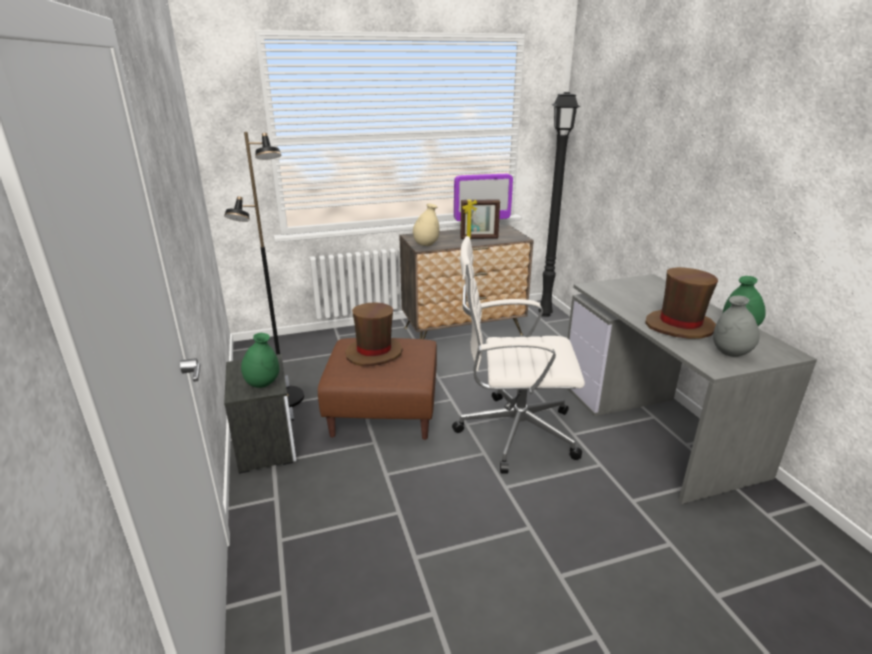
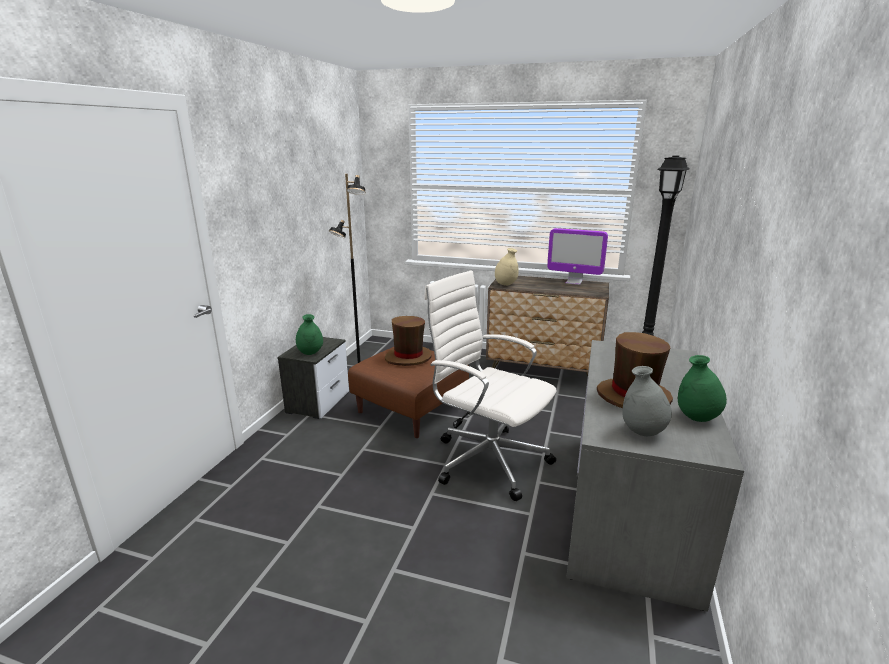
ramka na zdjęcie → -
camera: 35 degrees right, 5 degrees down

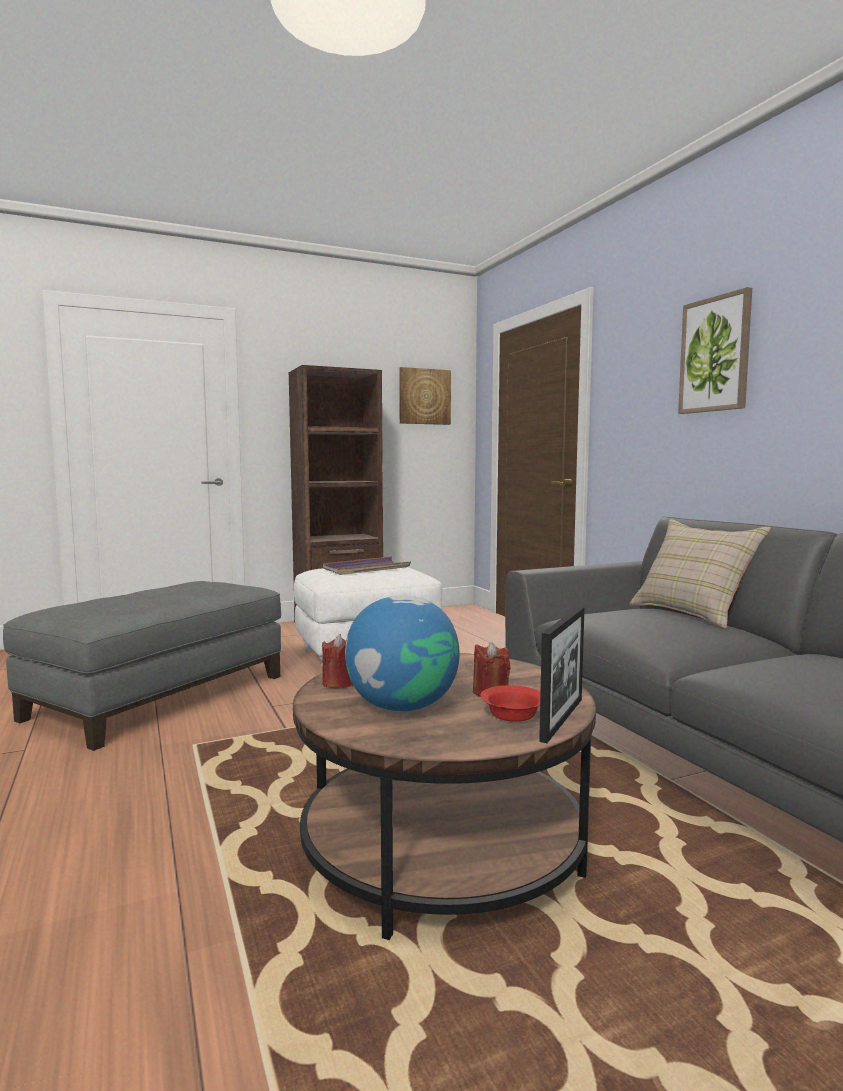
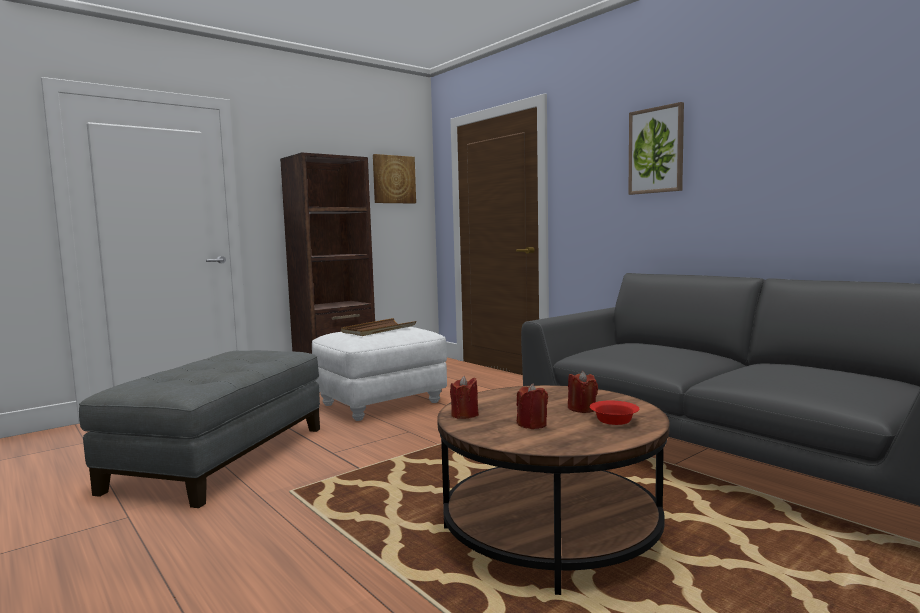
taca/fioletowy → taca/brązowy
globus → świeca/czerwony (no. 2 from left)
ramka na zdjęcie → -
poduszka/beżowy → -
camera: 15 degrees left, 0 degrees up

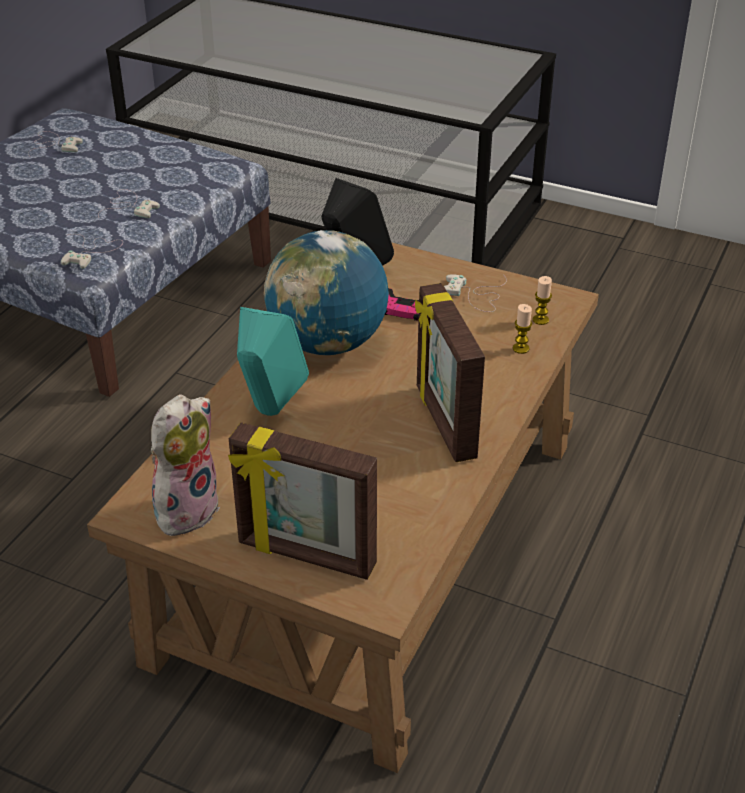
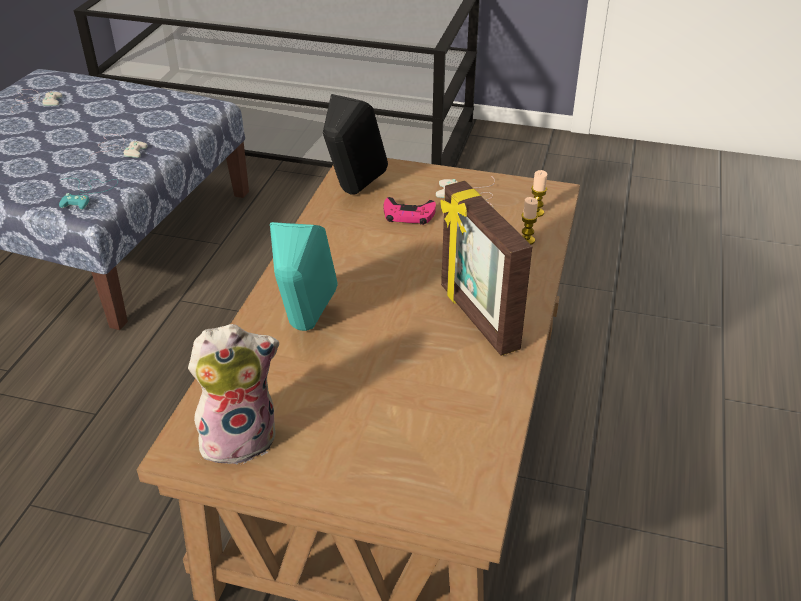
pad do gier/biały (no. 2 from left) → pad do gier/turkusowy
pluszak, 45 degrees clockwise
ramka na zdjęcie (no. 1 from left) → -
globus → -
camera: 10 degrees left, 0 degrees up

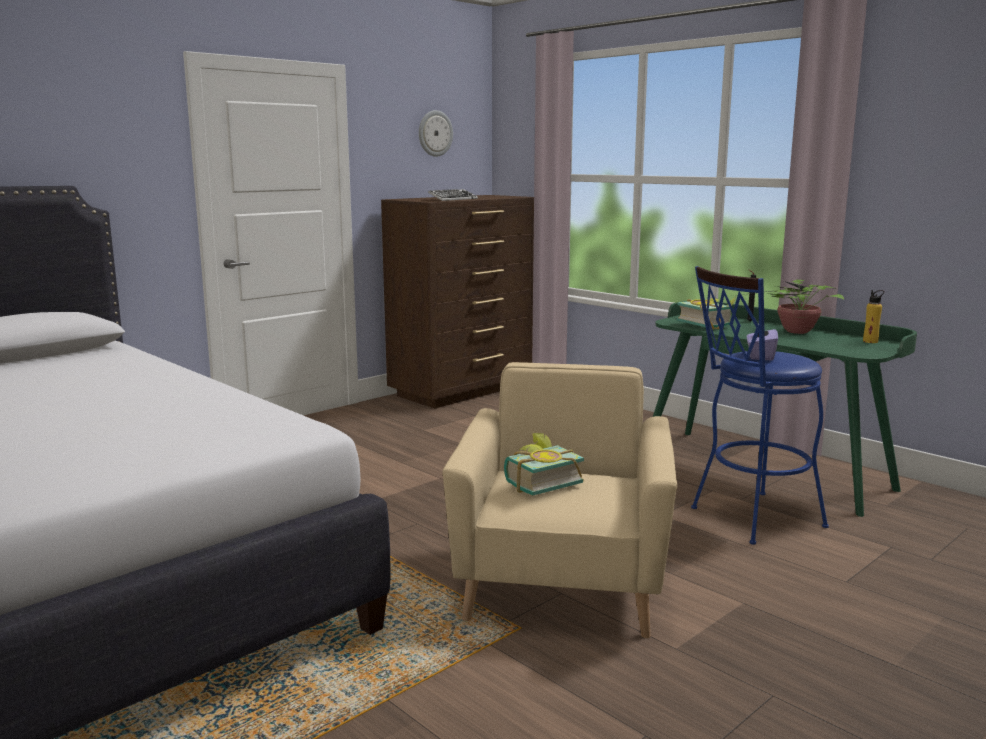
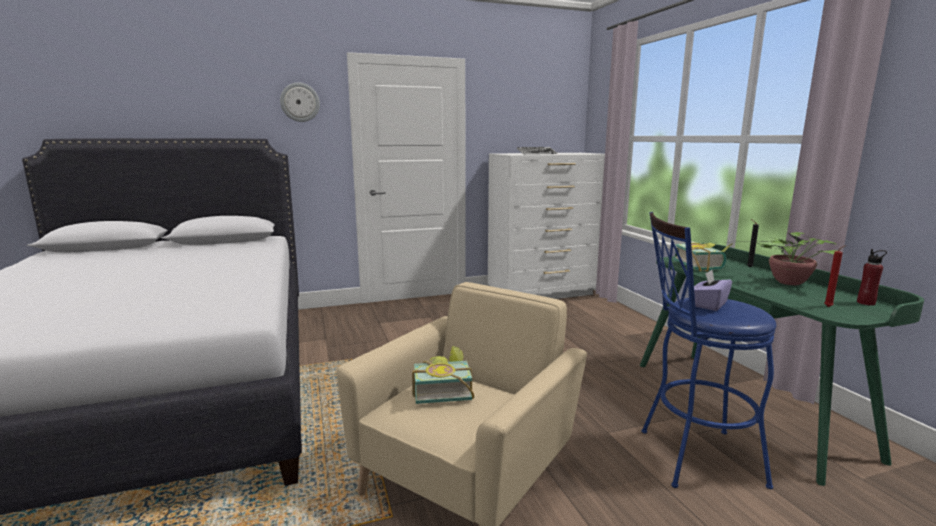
komoda/brązowy → komoda/biały
zegar ścienny, shifted
butelka/żółty → butelka/czerwony
- → świeca/czerwony
camera: 25 degrees right, 0 degrees up

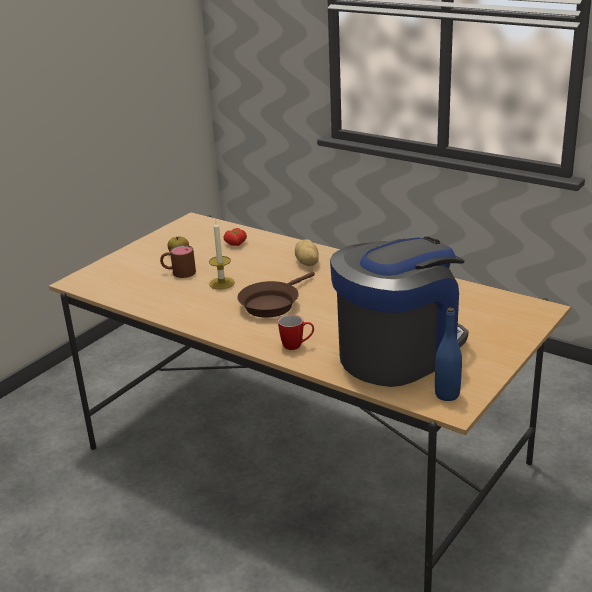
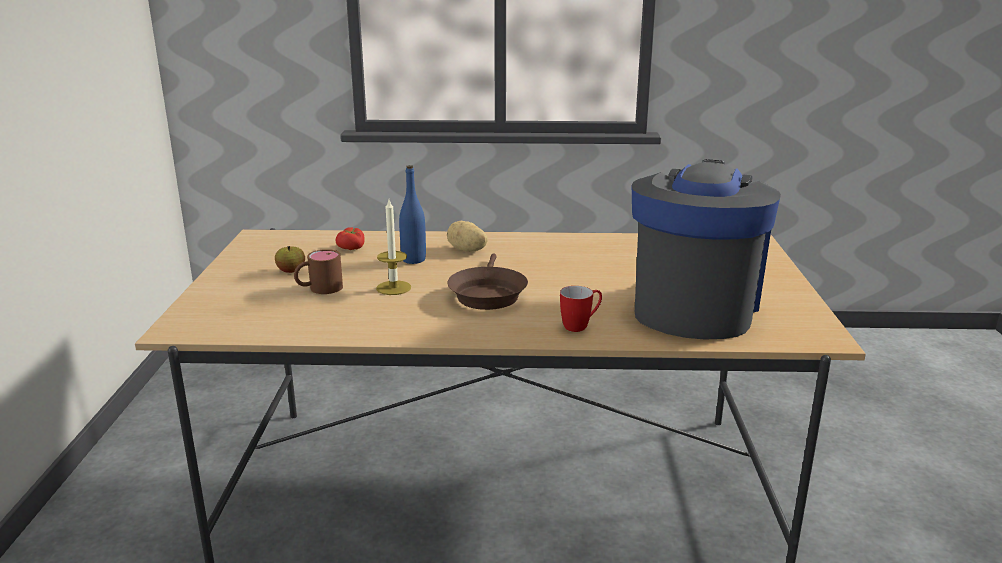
butelka/niebieski, shifted
camera: 35 degrees left, 5 degrees down

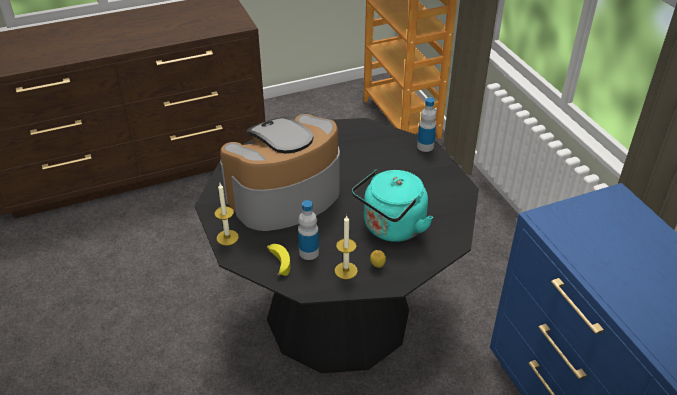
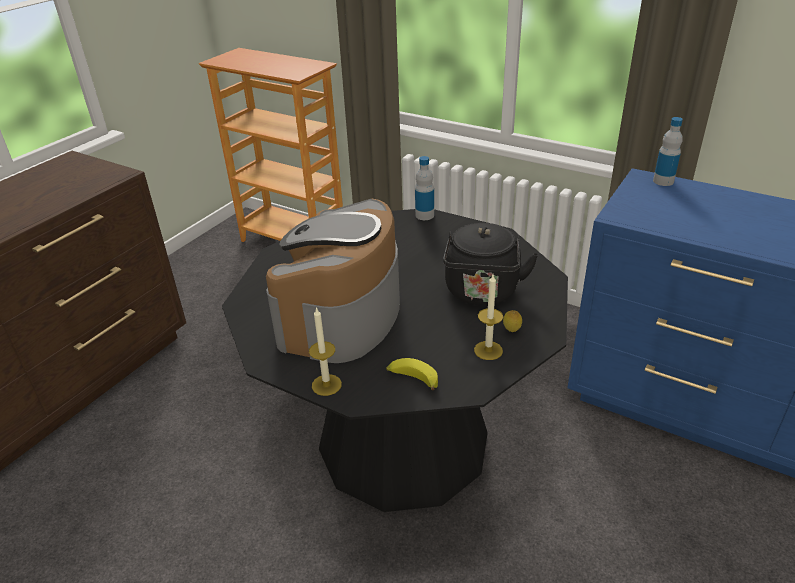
butelka (no. 1 from left in the first image) → butelka (no. 2 from left), shifted
czajnik/turkusowy → czajnik/czarny
camera: 35 degrees left, 5 degrees down

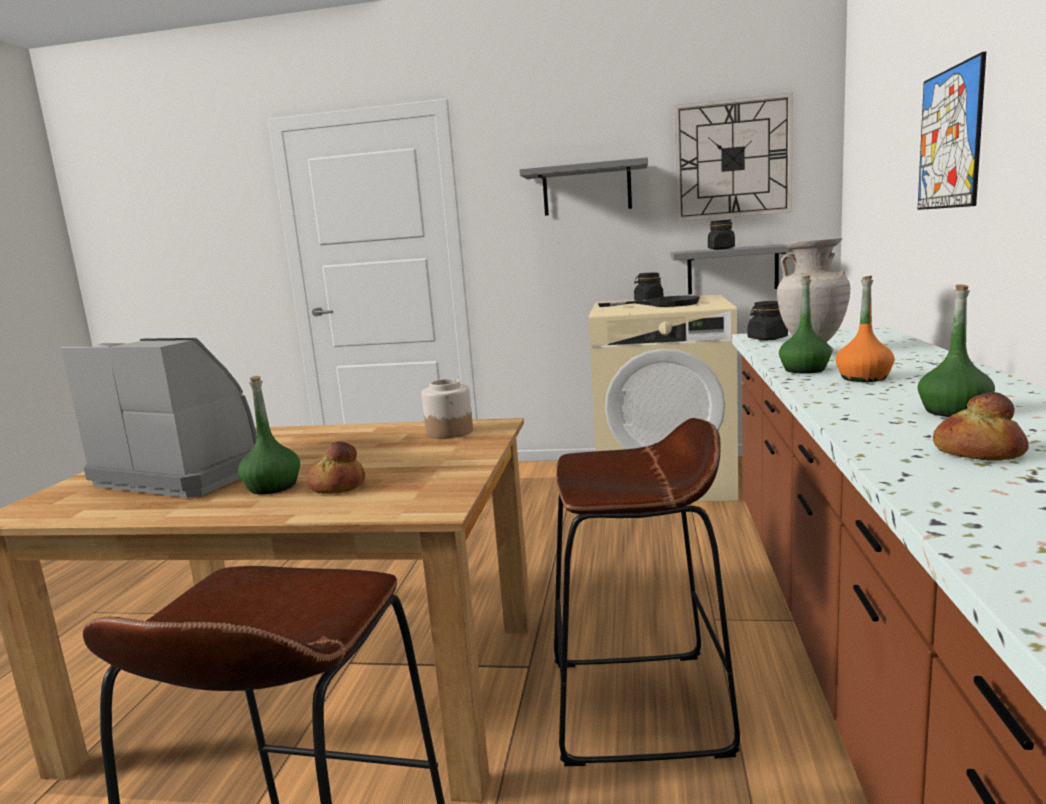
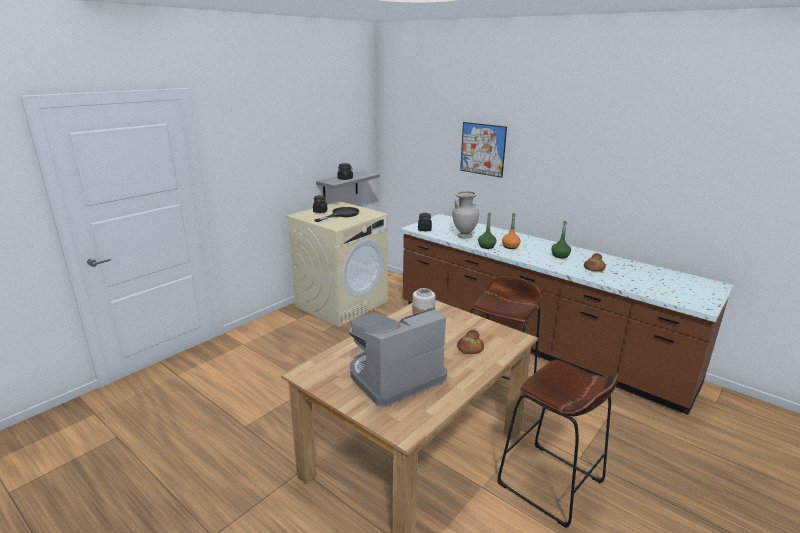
butelka/zielony (no. 1 from left) → -
półka/szary (no. 1 from left) → -
zegar ścienny → -
camera: 60 degrees left, 10 degrees up

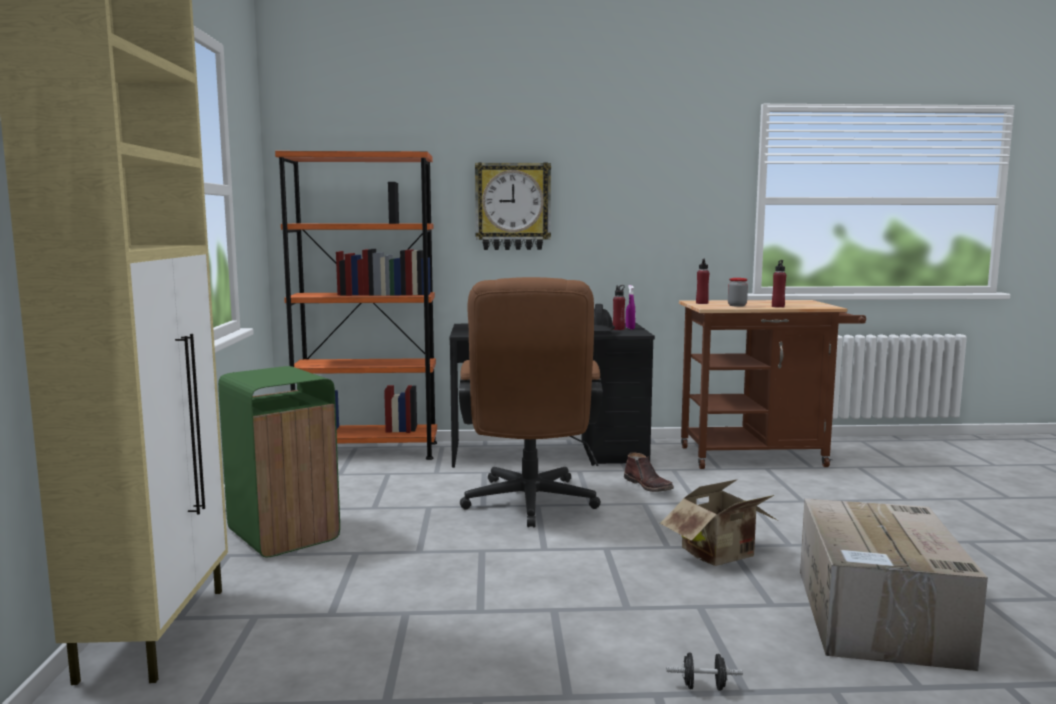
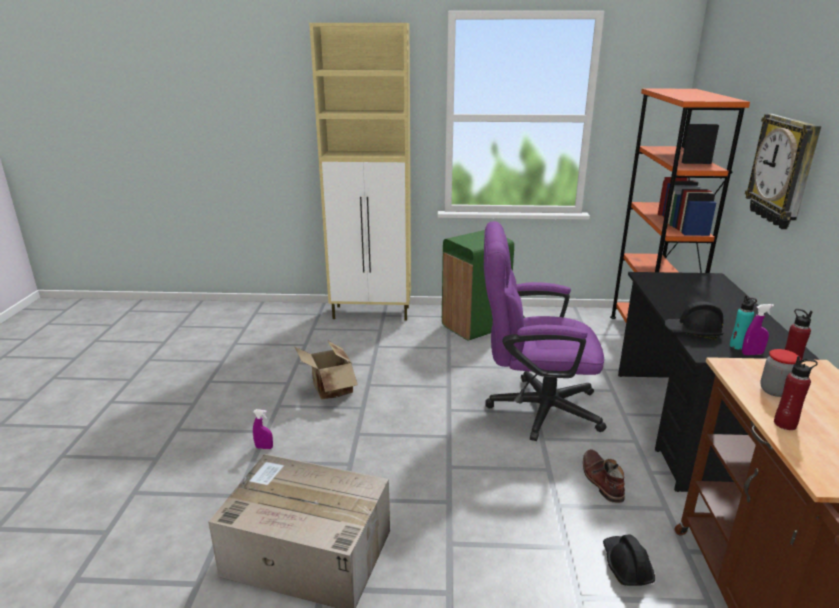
krzesło biurowe/brązowy → krzesło biurowe/fioletowy
butelka/czerwony (no. 1 from left) → butelka/turkusowy
but z cholewką/brązowy, 105 degrees clockwise
karton (no. 1 from left in the first image) → karton (no. 2 from left), shifted
hantel/czarny → spryskiwacz/fioletowy (no. 1 from left)
- → kask/czarny (no. 1 from left)
camera: 95 degrees right, 15 degrees up

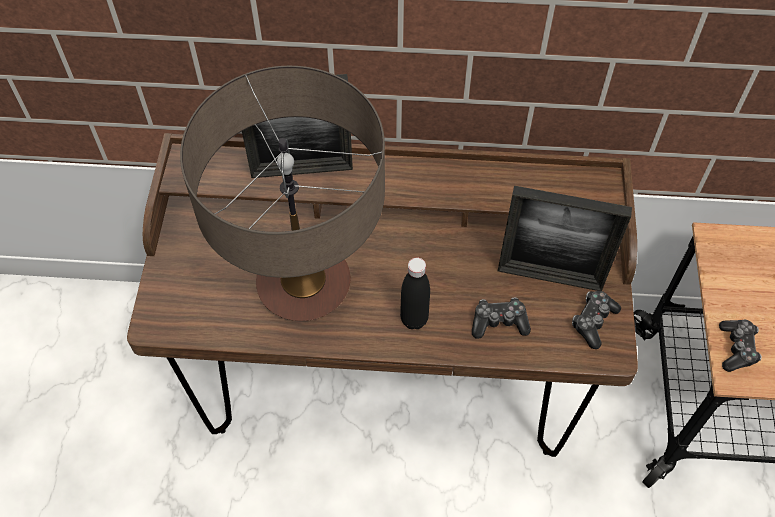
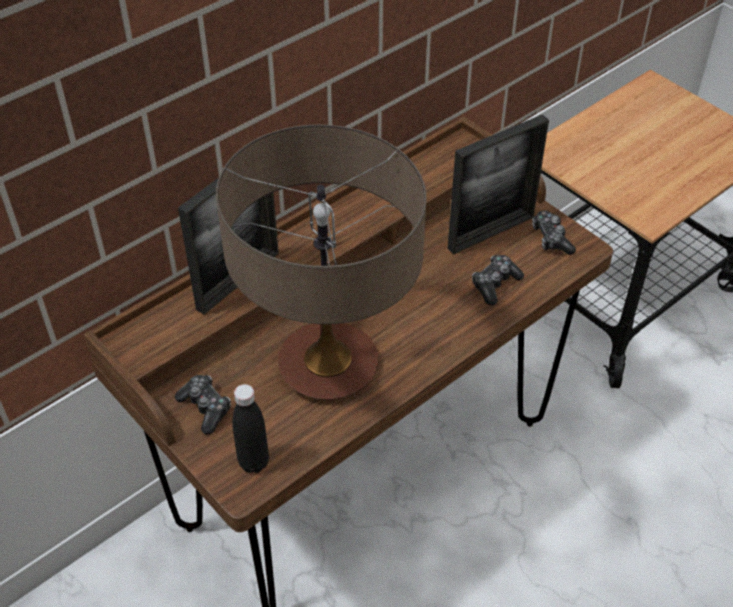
butelka/czarny, shifted
pad do gier (no. 3 from left in the first image) → pad do gier (no. 1 from left), shifted
camera: 45 degrees left, 10 degrees down

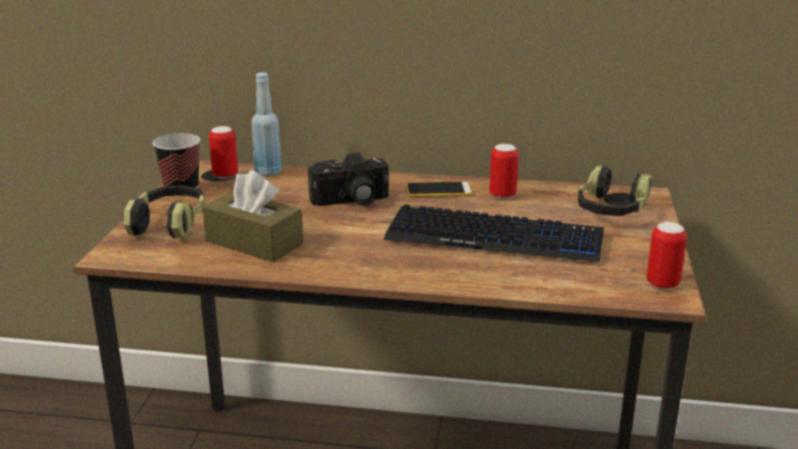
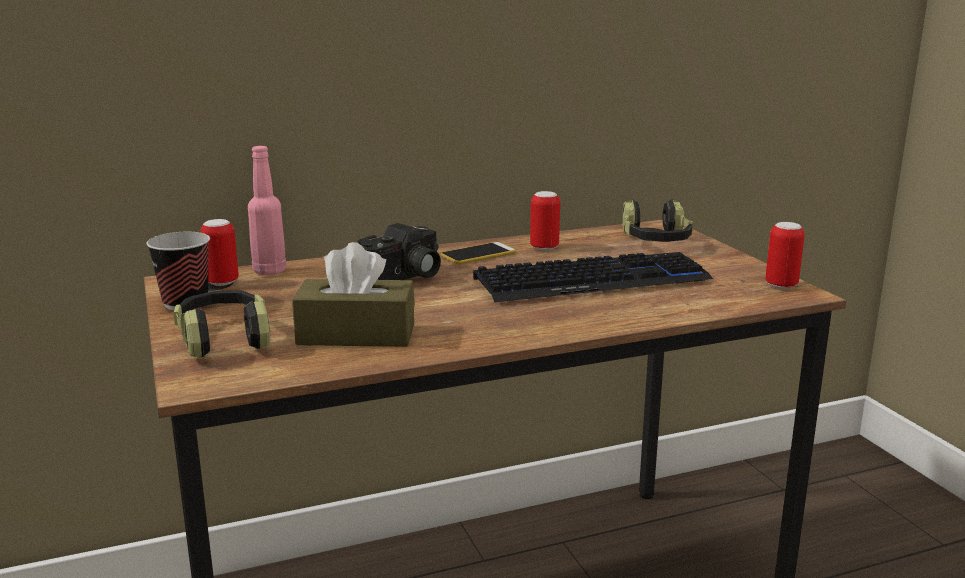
butelka/niebieski → butelka/różowy
camera: 30 degrees left, 5 degrees down

